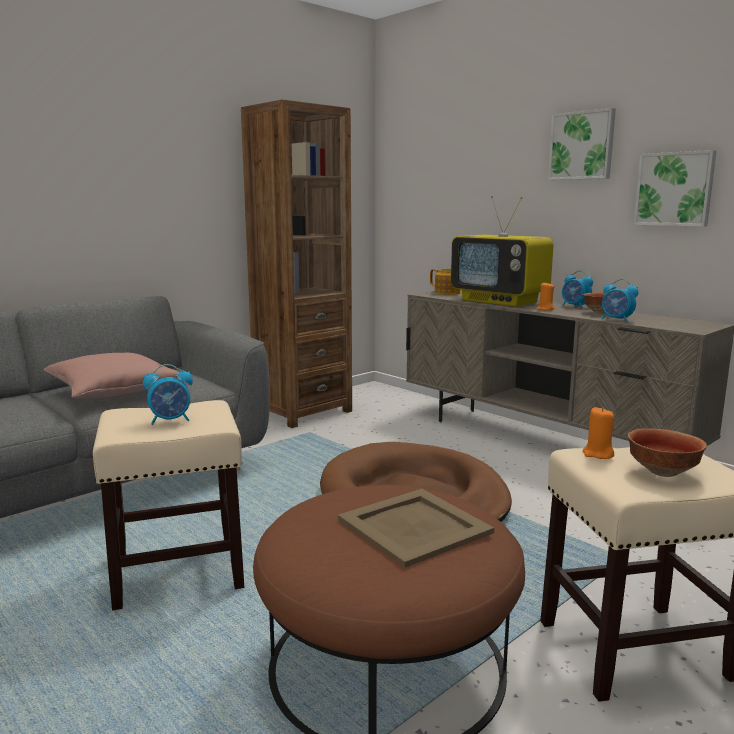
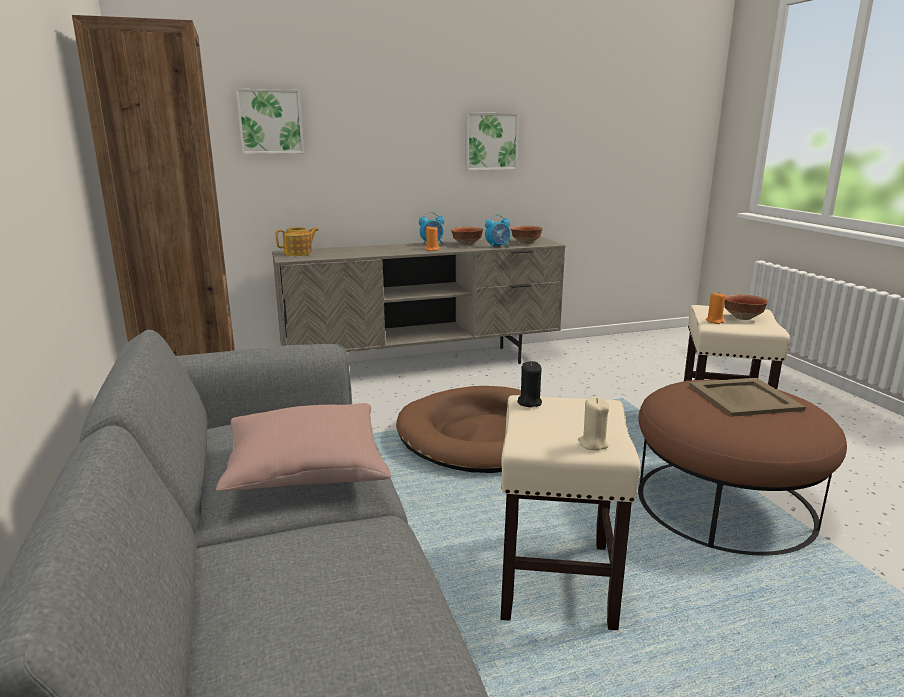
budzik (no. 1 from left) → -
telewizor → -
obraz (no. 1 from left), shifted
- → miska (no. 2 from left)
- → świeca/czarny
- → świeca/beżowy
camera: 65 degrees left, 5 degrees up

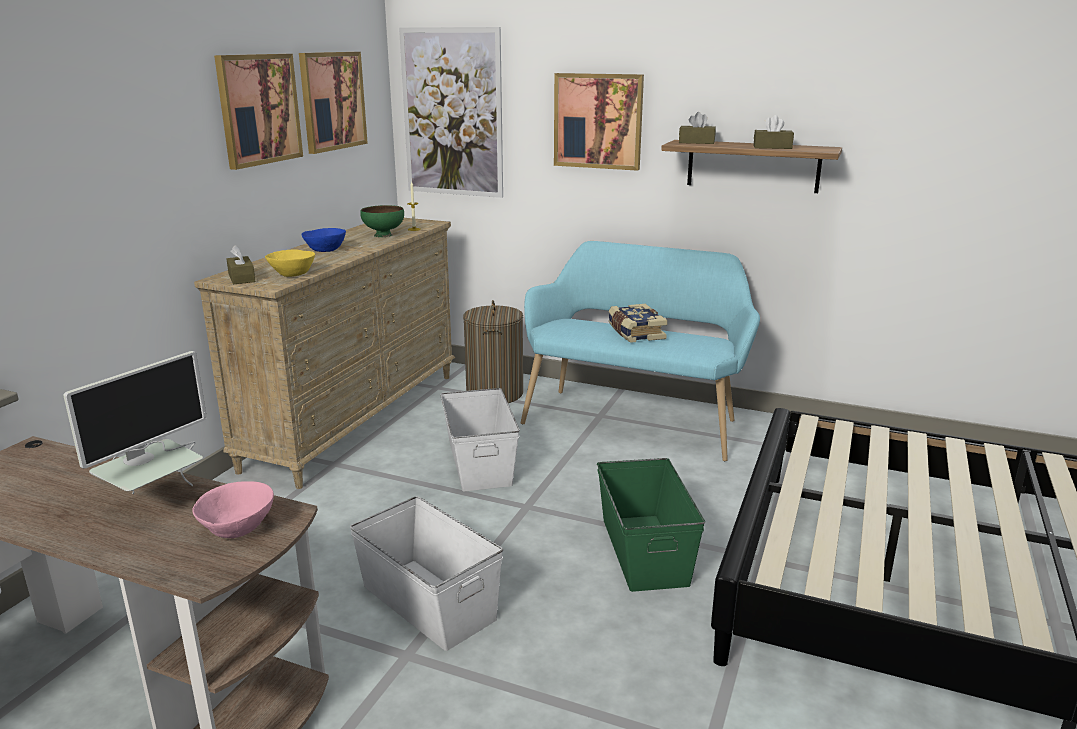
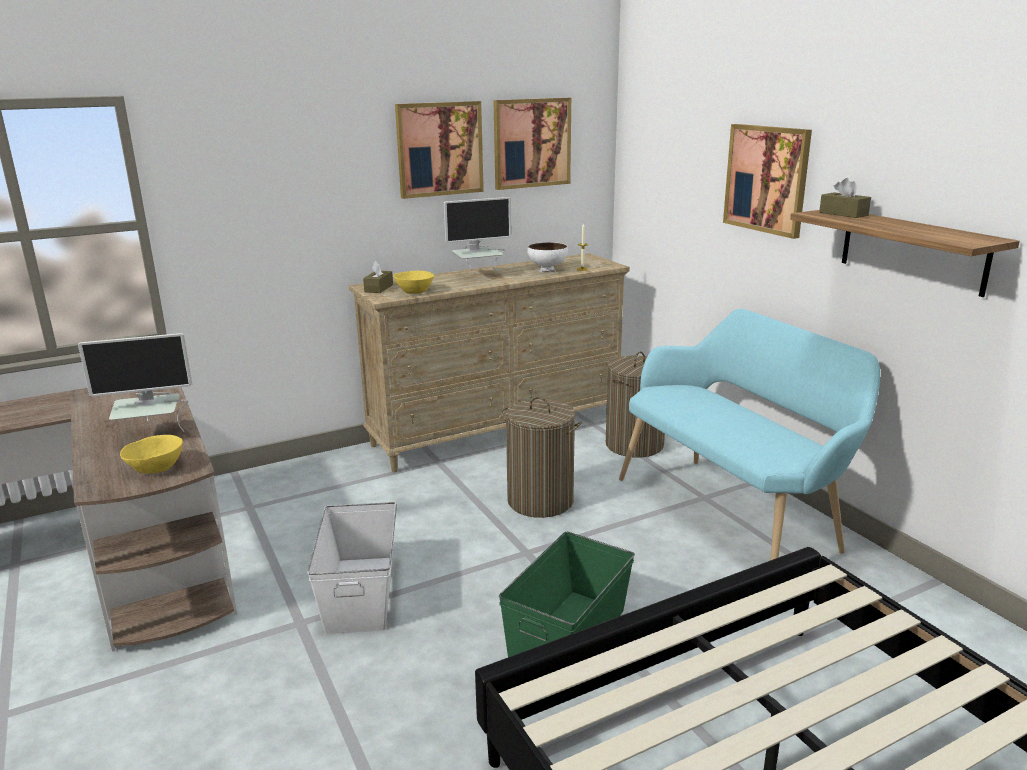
miska/różowy → miska/żółty (no. 1 from left)
miska/niebieski → monitor (no. 2 from left)
miska/zielony → miska/biały
obraz (no. 3 from left) → -
pojemnik do przechowywania/biały (no. 2 from left) → kosz na pranie (no. 1 from left)
książka → -
pudełko chusteczek/brązowy (no. 3 from left) → -
camera: 40 degrees right, 0 degrees up

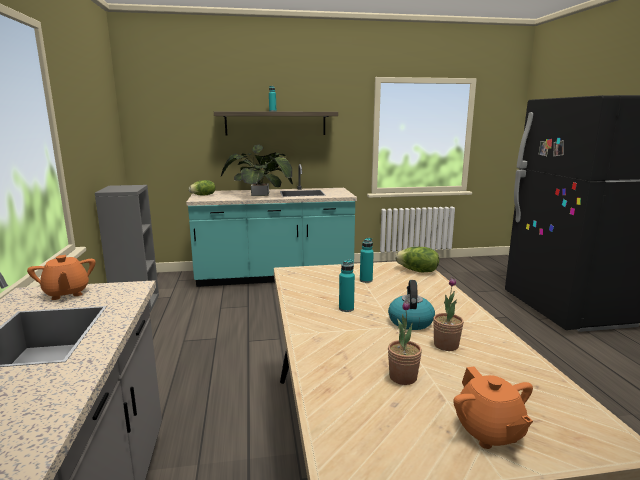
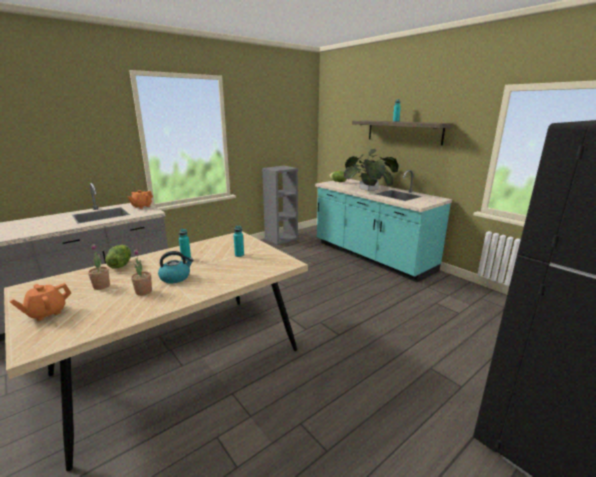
sałata (no. 2 from left in the first image) → sałata (no. 1 from left), shifted
camera: 60 degrees right, 5 degrees up

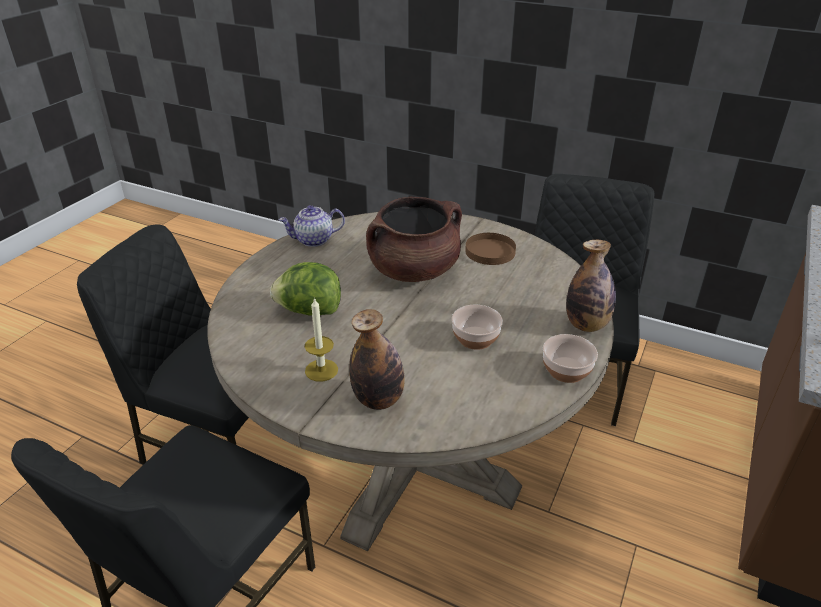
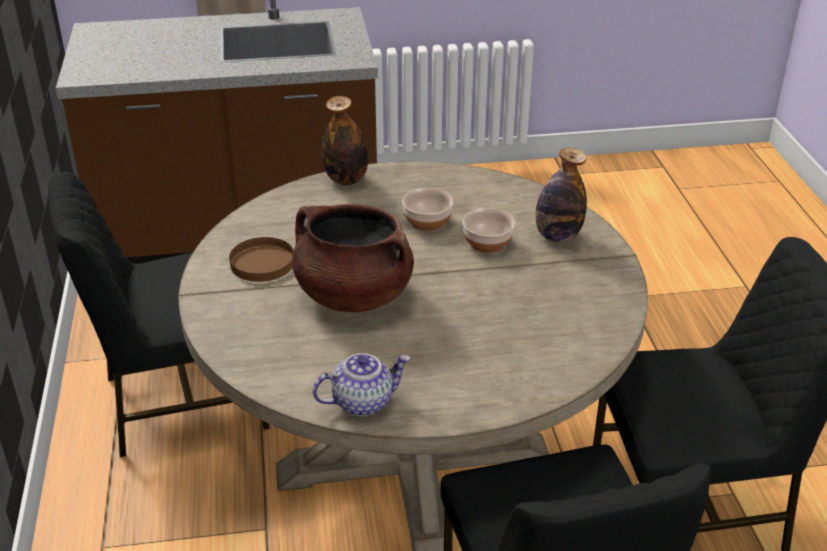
sałata → -
imbryk, 60 degrees counterclockwise
świeca → -
miska (no. 2 from left), shifted
camera: 125 degrees left, 0 degrees up

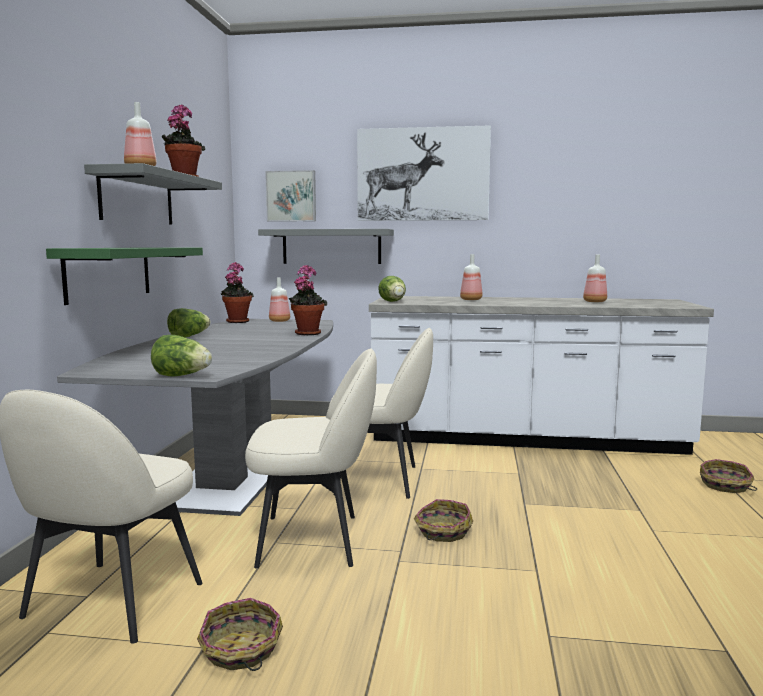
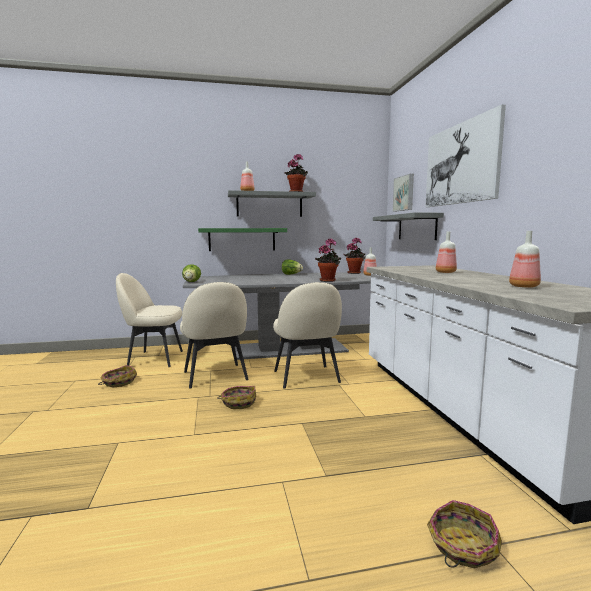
sałata (no. 3 from left) → -
camera: 70 degrees right, 0 degrees up

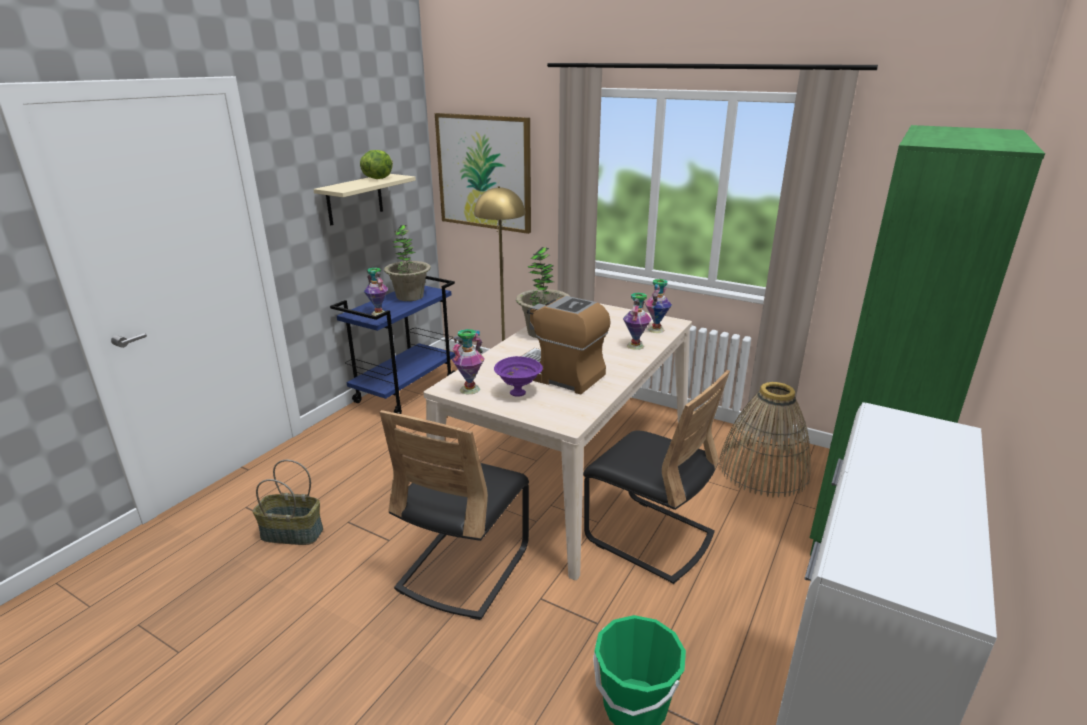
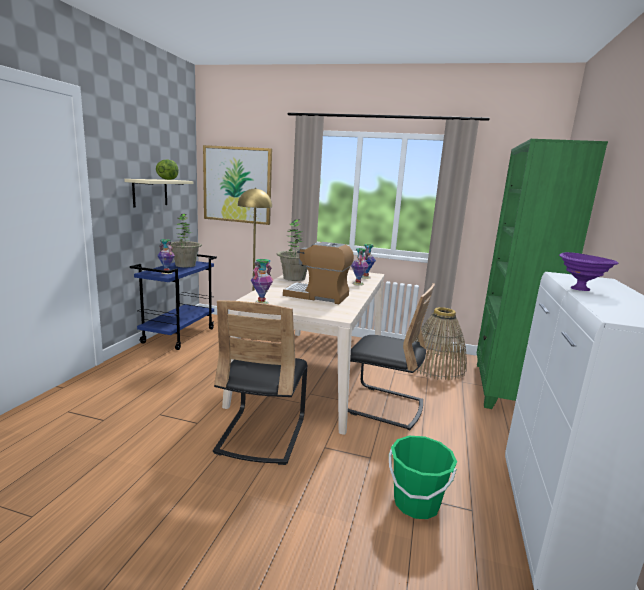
koszyk (no. 1 from left) → -
miska/fioletowy, shifted
camera: 15 degrees left, 10 degrees down

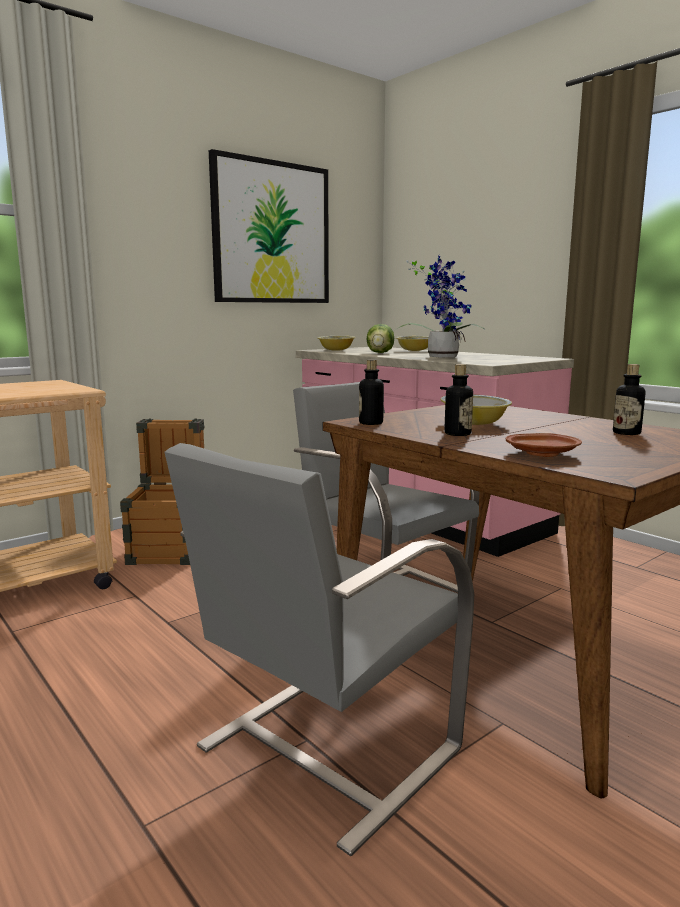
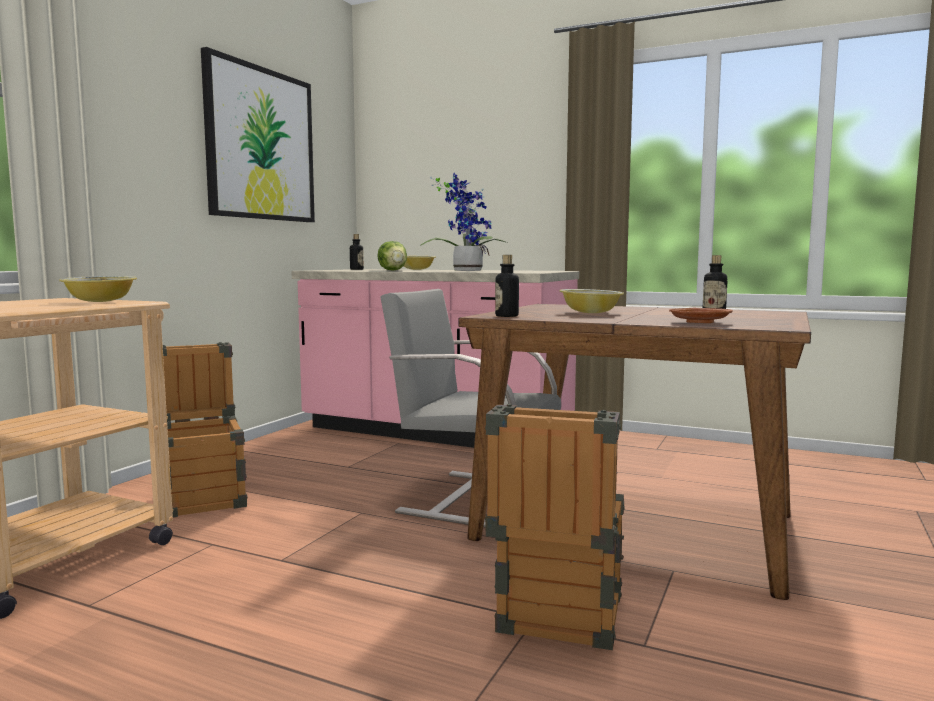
krzesło/szary (no. 1 from left) → skrzynka (no. 2 from left)
miska (no. 1 from left), shifted
butelka (no. 2 from left in the first image) → butelka (no. 1 from left), shifted
camera: 25 degrees left, 5 degrees down

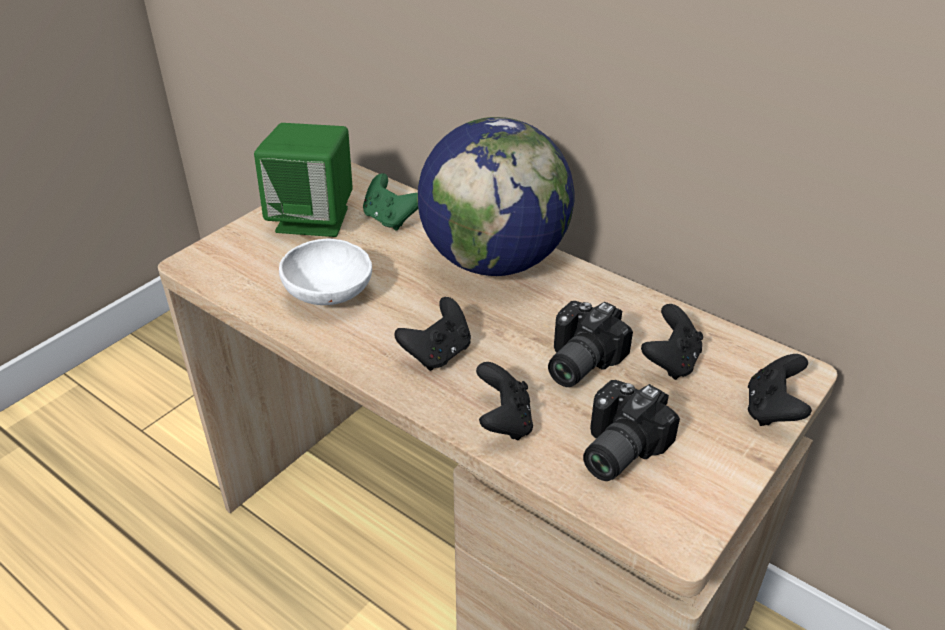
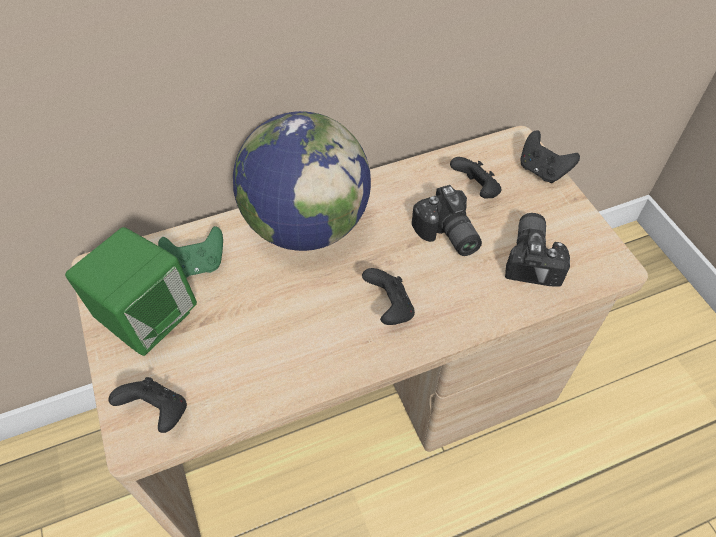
miska/biały → -
pad do gier/czarny (no. 2 from left in the first image) → pad do gier/czarny (no. 1 from left), shifted
aparat fotograficzny (no. 2 from left), 150 degrees counterclockwise
camera: 60 degrees left, 15 degrees up

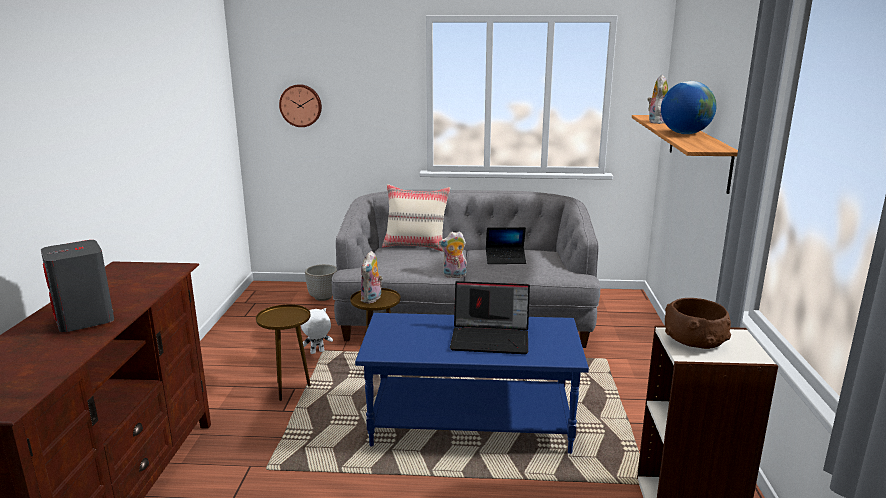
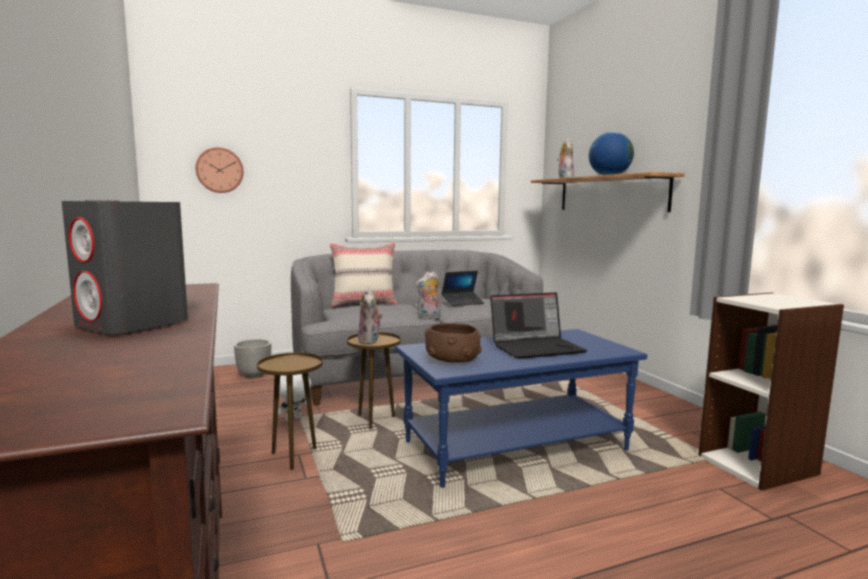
miska/brązowy, shifted
camera: 25 degrees left, 10 degrees down

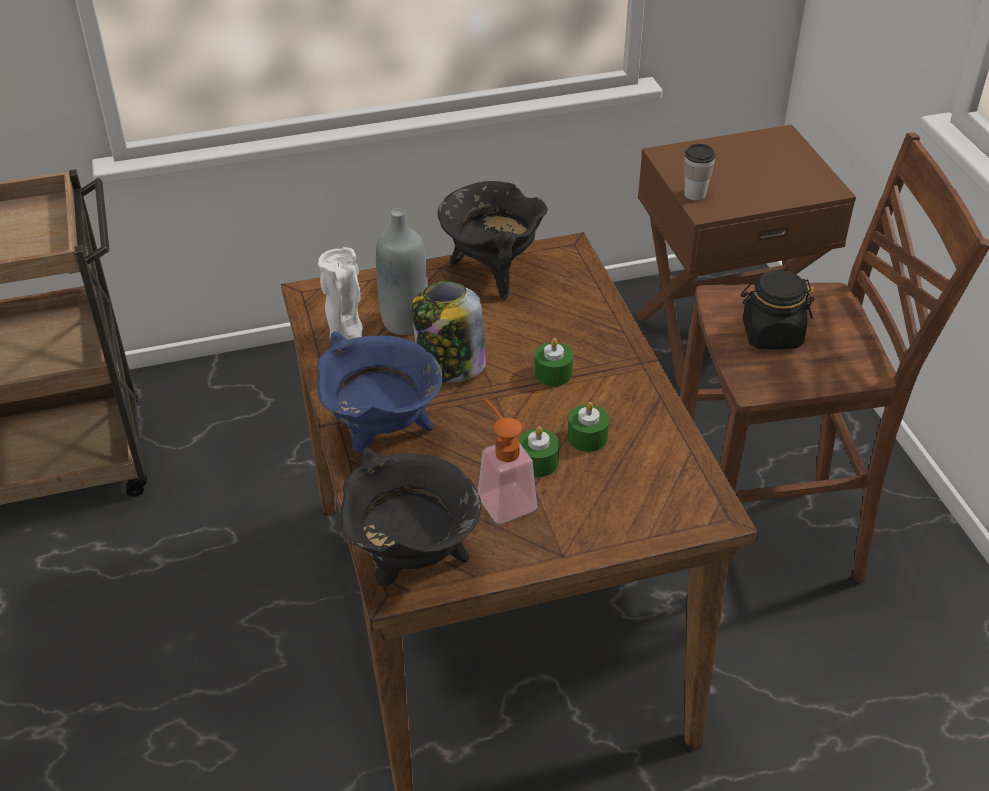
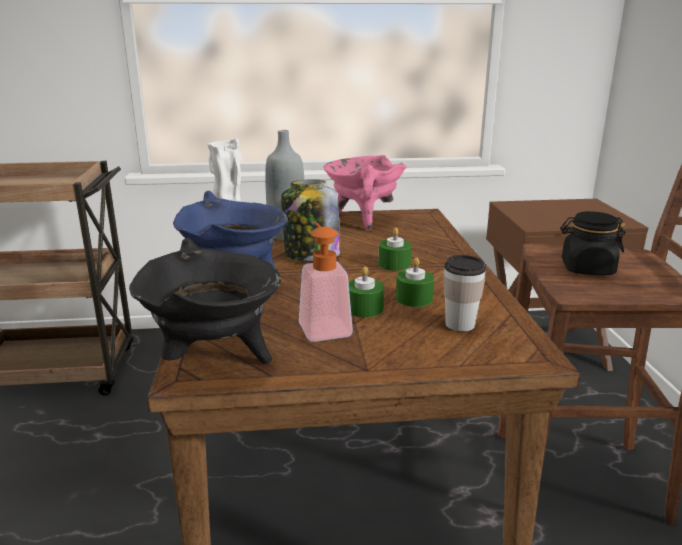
garnek/czarny (no. 2 from left) → garnek/różowy
filiżanka, shifted
camera: 10 degrees right, 20 degrees down

